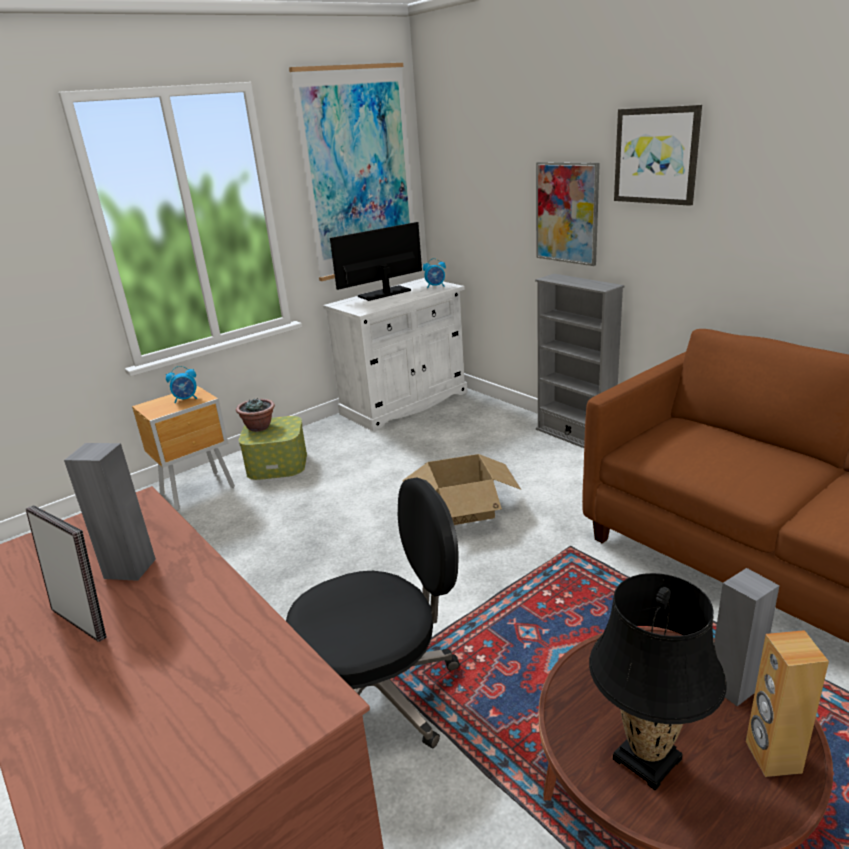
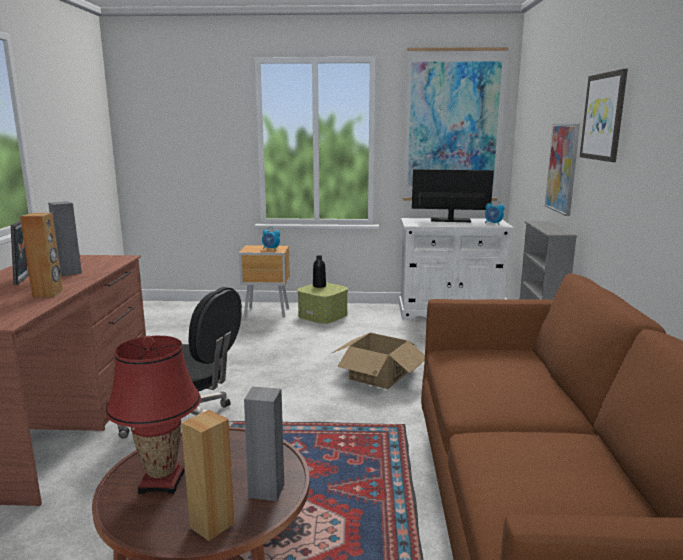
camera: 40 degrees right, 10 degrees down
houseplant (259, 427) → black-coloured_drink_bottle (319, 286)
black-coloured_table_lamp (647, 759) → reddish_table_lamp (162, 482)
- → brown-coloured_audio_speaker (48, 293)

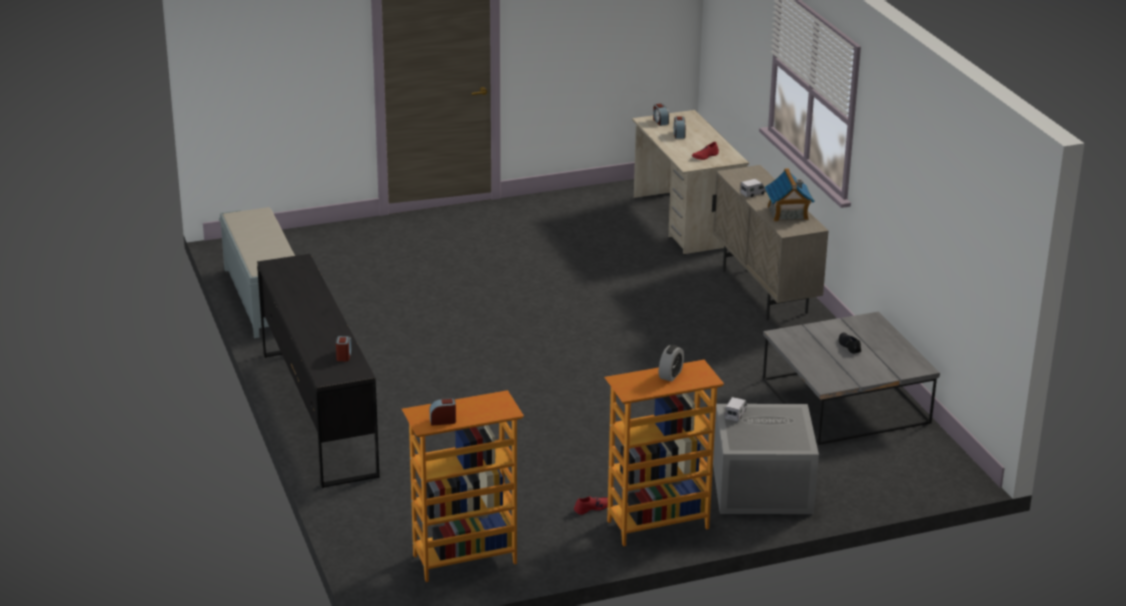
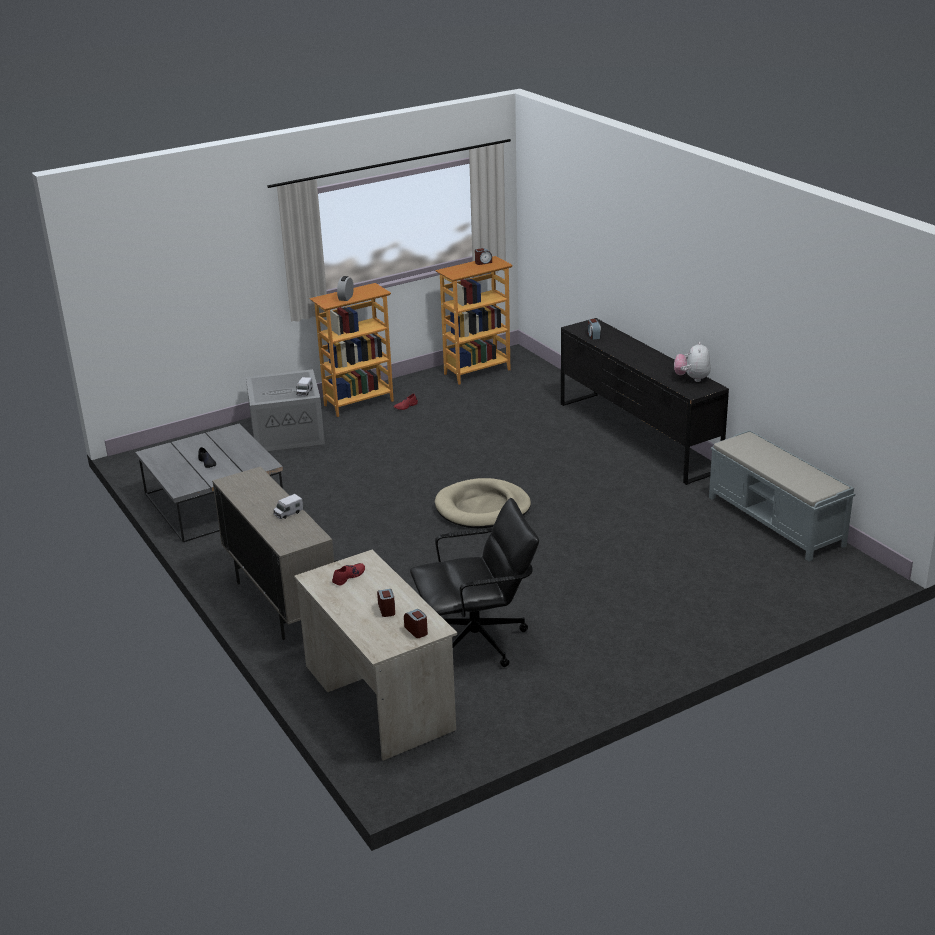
camera: 170 degrees right, 0 degrees up
model_house (787, 213) → -
- → soft_toy (692, 378)
- → beige_dog_cushion (482, 508)
- → black-coloured_computer_chair (477, 641)

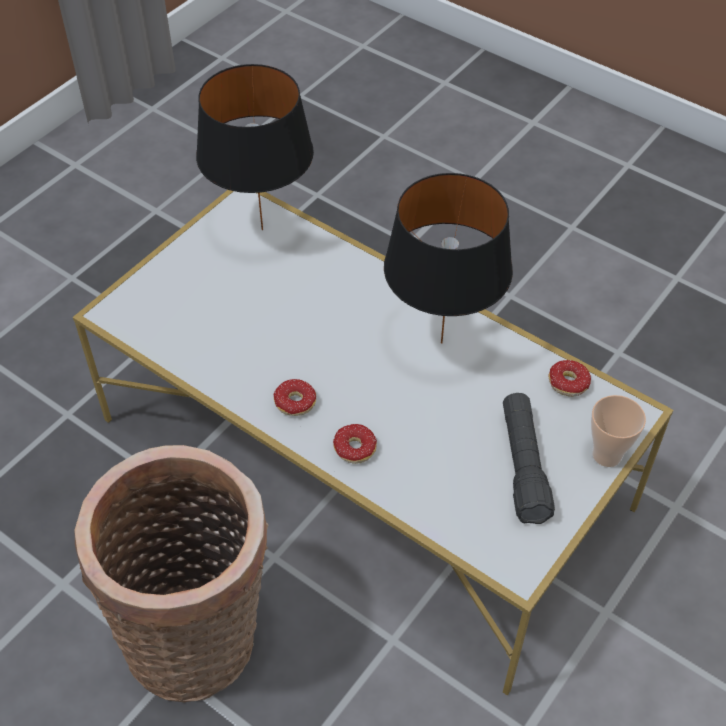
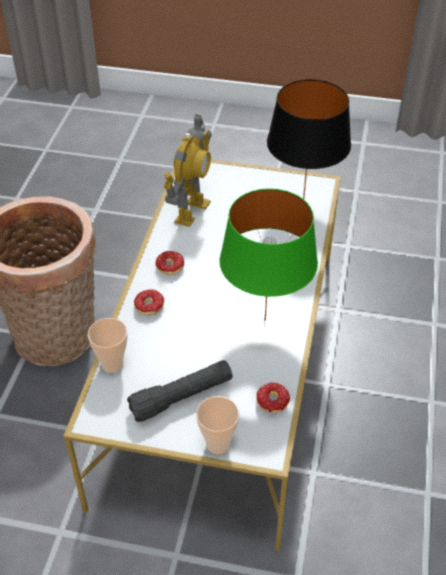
camera: 65 degrees right, 5 degrees down
black-coloured_table_lamp (441, 344) → green-coloured_table_lamp (264, 320)
- → robot_figure (191, 211)
- → drinking_cup (112, 364)

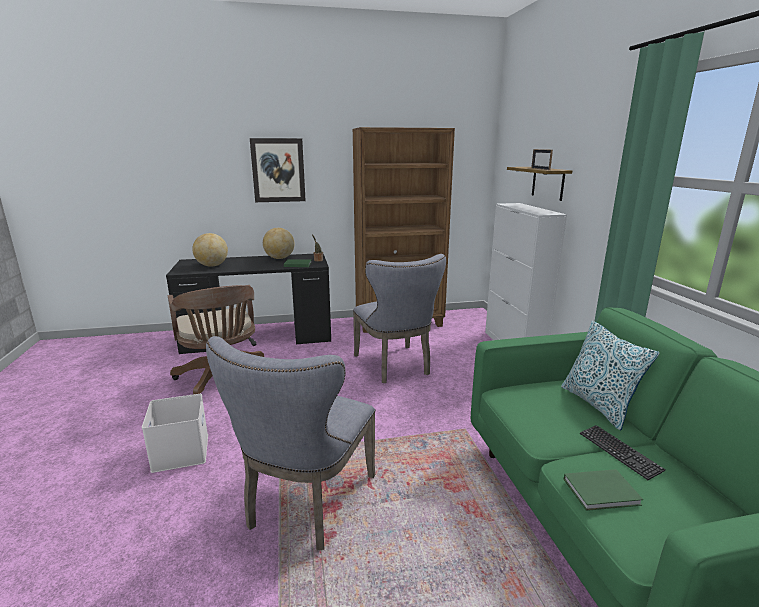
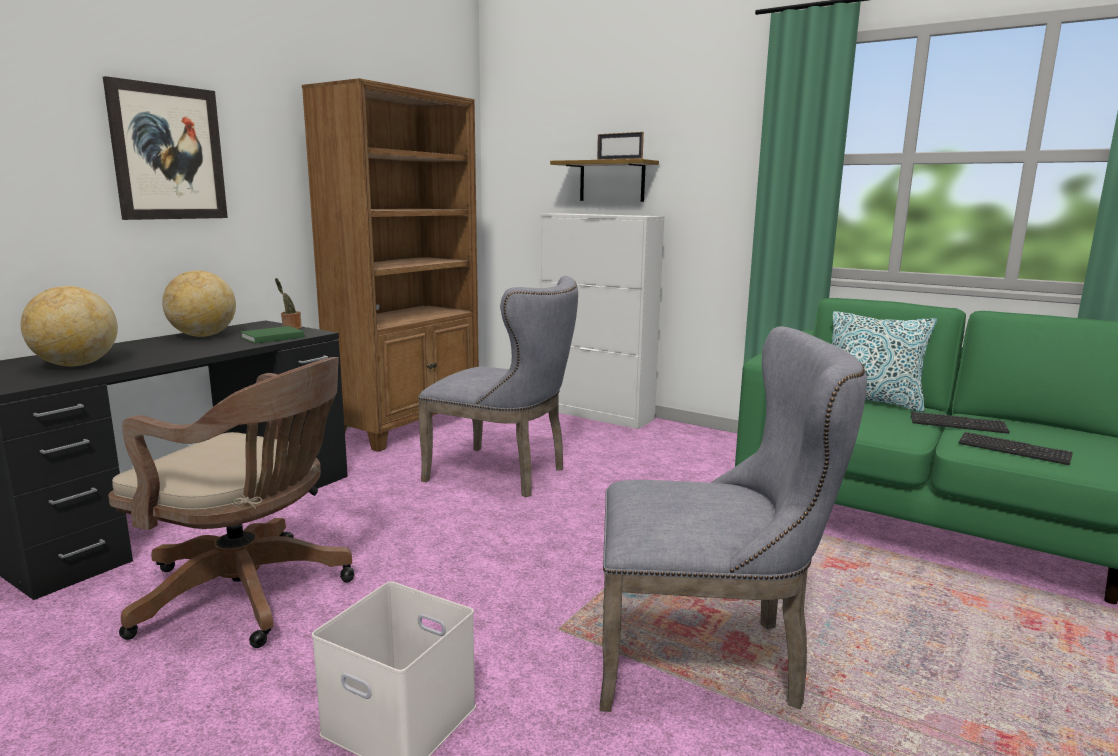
camera: 45 degrees left, 5 degrees down
greyish_upright_chair (306, 505) → greyish_upright_chair (709, 658), 60 degrees counterclockwise
green-coloured_book (603, 492) → computer_keyboard (1013, 450)

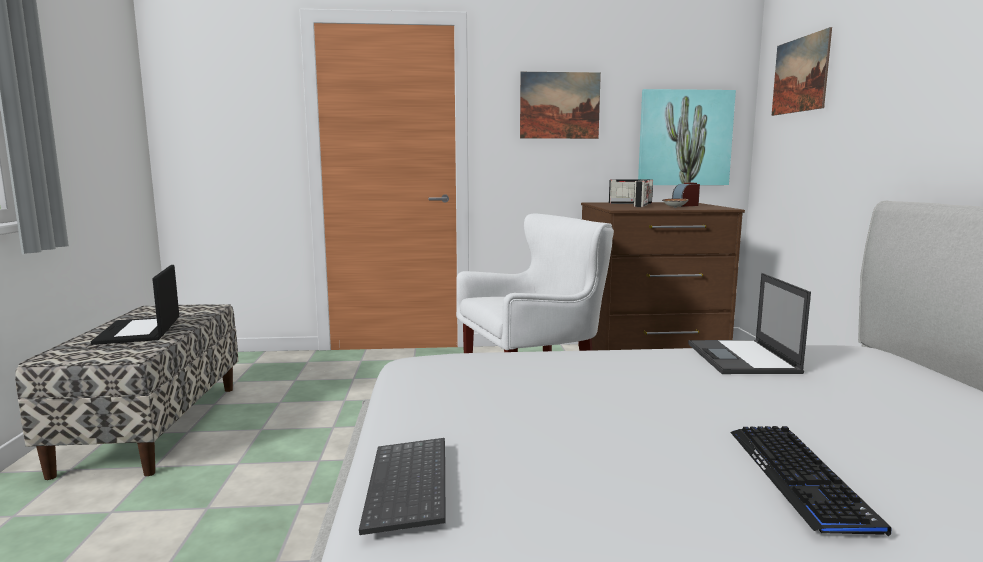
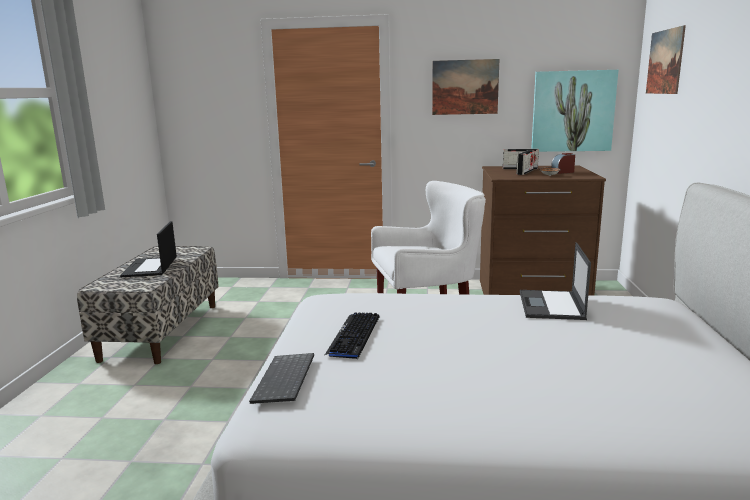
camera: 10 degrees right, 5 degrees up
computer_keyboard (799, 477) → computer_keyboard (354, 336), moved

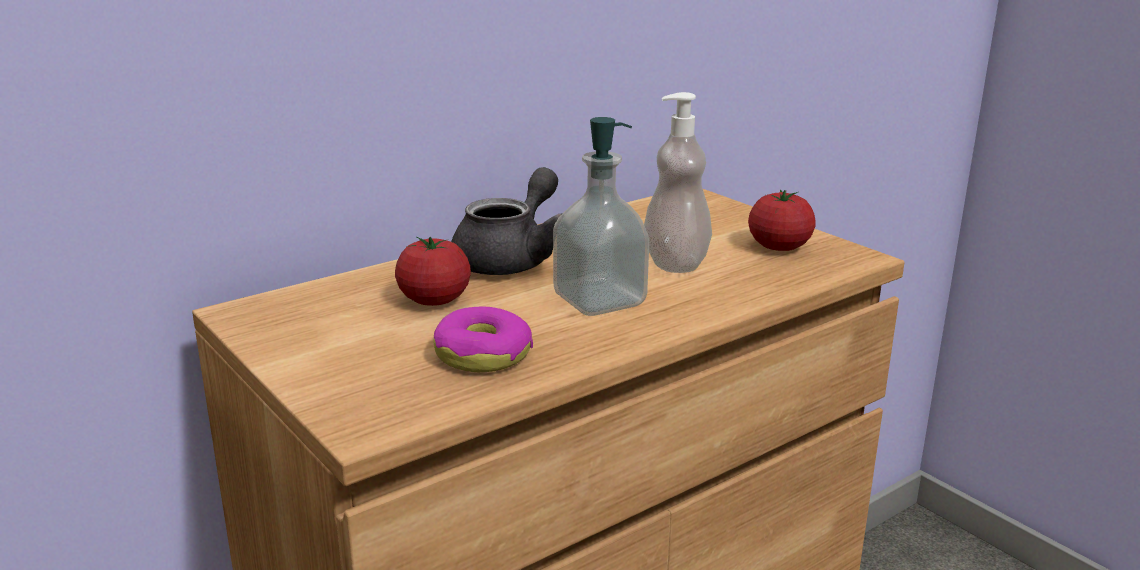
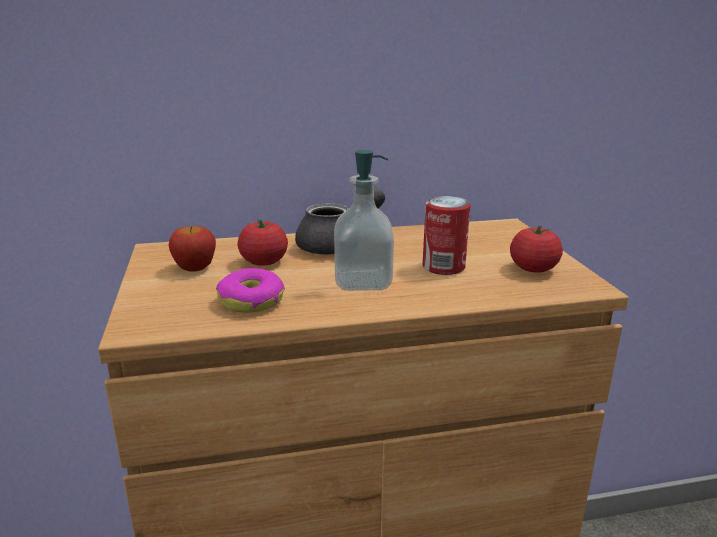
camera: 25 degrees right, 0 degrees up
soap_dispenser (676, 263) → sealed_can (443, 267)
- → apple (195, 268)

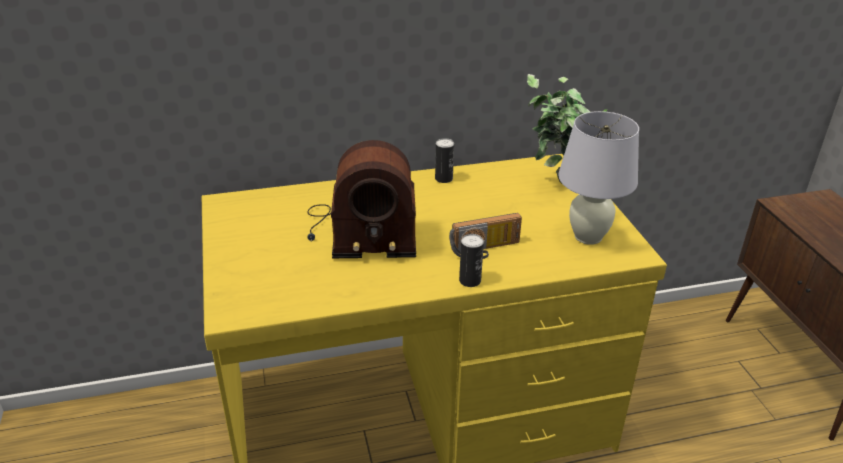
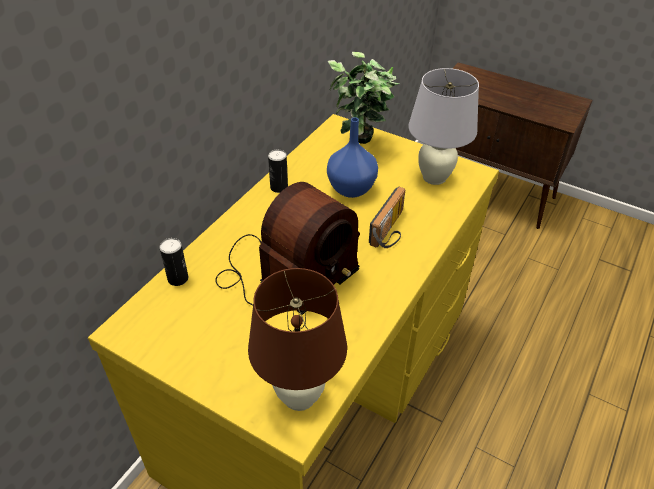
camera: 45 degrees left, 10 degrees up
sealed_can (470, 281) → sealed_can (178, 278), moved
- → blue-coloured_flower_vase (350, 188)
- → brown-coloured_table_lamp (299, 397)

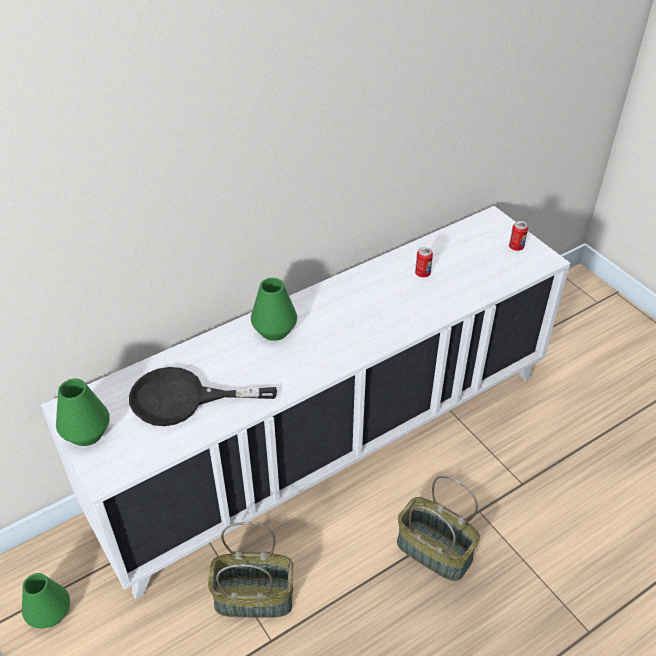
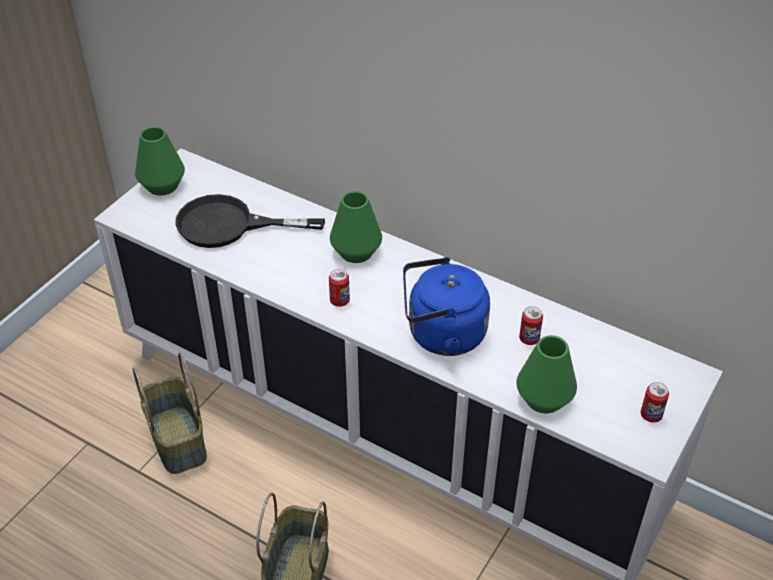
camera: 65 degrees right, 0 degrees up
black-coloured_frying_pan (182, 399) → black-coloured_frying_pan (229, 225), 60 degrees counterclockwise
green-coloured_flower_vase (50, 613) → green-coloured_flower_vase (544, 399), moved
- → blue-coloured_kettle (441, 334)
- → sealed_can (339, 301)

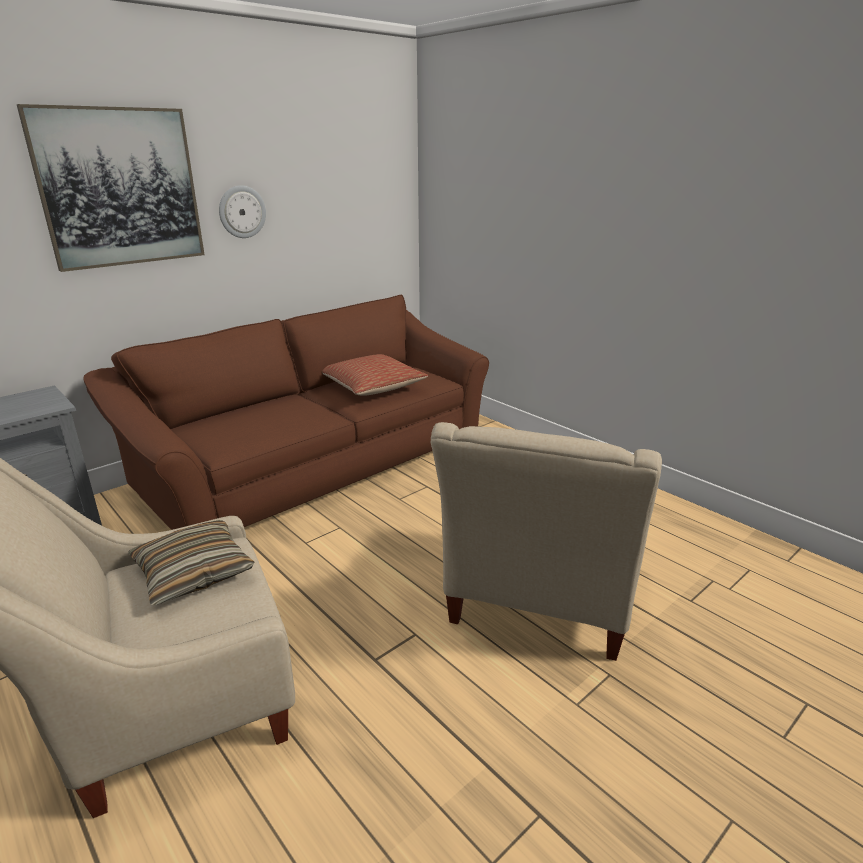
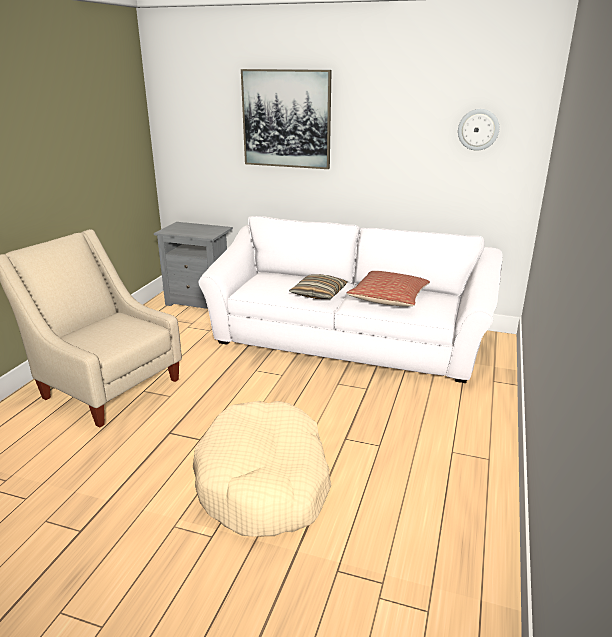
camera: 60 degrees right, 0 degrees up
wall_clock (242, 212) → wall_clock (478, 129), moved
brown-coloured_couch (317, 461) → white-coloured_couch (348, 338)
beige_armchair (538, 605) → beige_dog_cushion (264, 482)
throw_pillow (193, 572) → throw_pillow (319, 294), moved

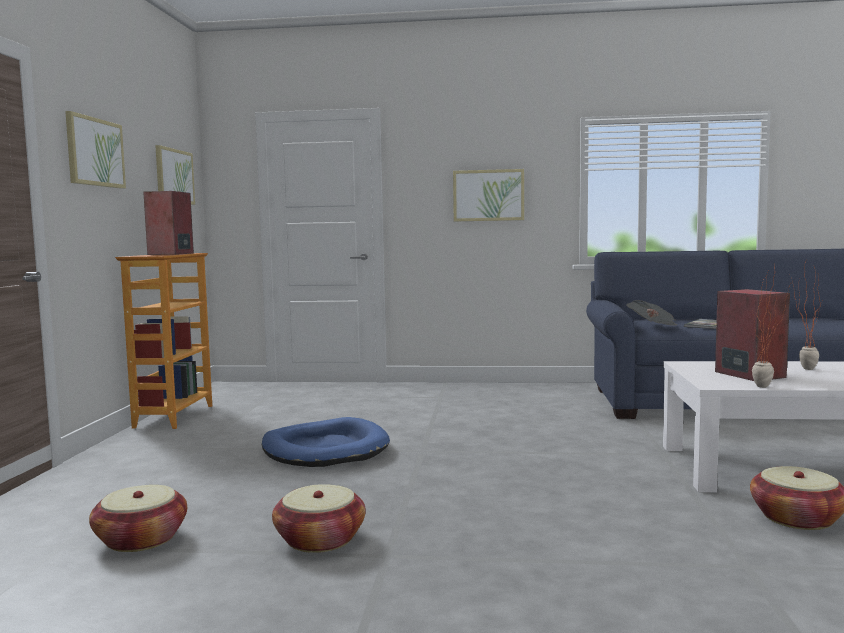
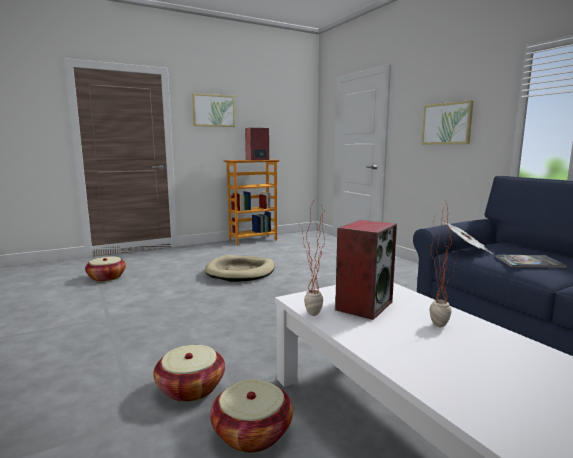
camera: 55 degrees right, 5 degrees up
wall_picture (174, 176) → -
blue-coloured_dog_cushion (325, 449) → beige_dog_cushion (240, 271)
basket (320, 540) → basket (191, 388), moved

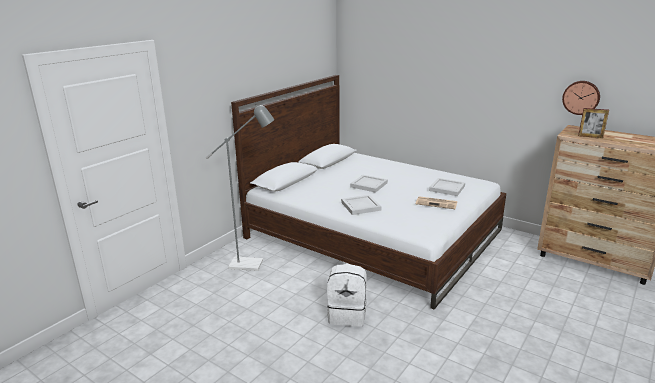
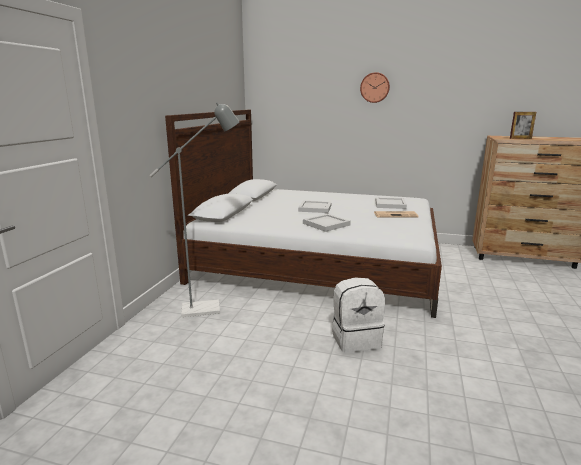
camera: 20 degrees left, 5 degrees down
wall_clock (581, 97) → wall_clock (375, 87), moved

